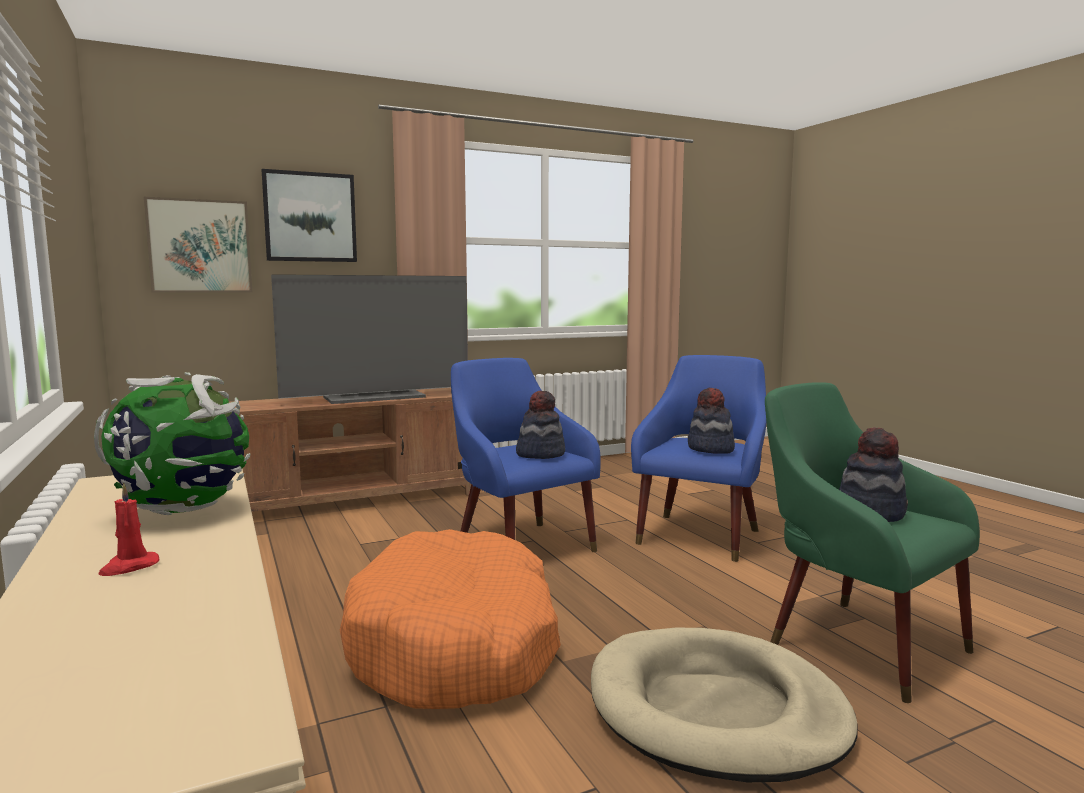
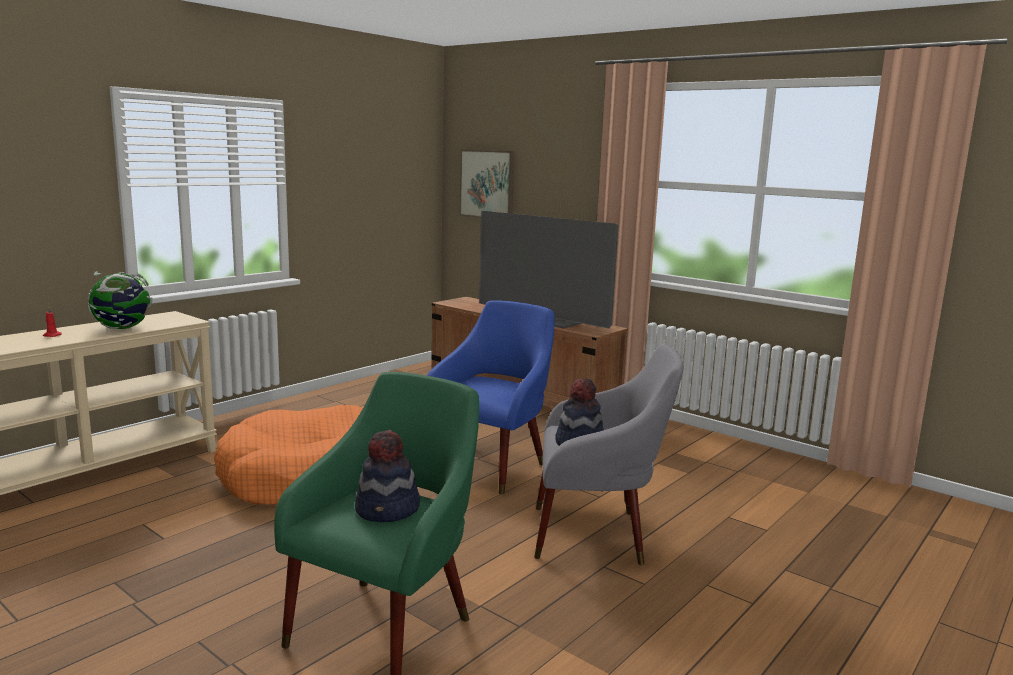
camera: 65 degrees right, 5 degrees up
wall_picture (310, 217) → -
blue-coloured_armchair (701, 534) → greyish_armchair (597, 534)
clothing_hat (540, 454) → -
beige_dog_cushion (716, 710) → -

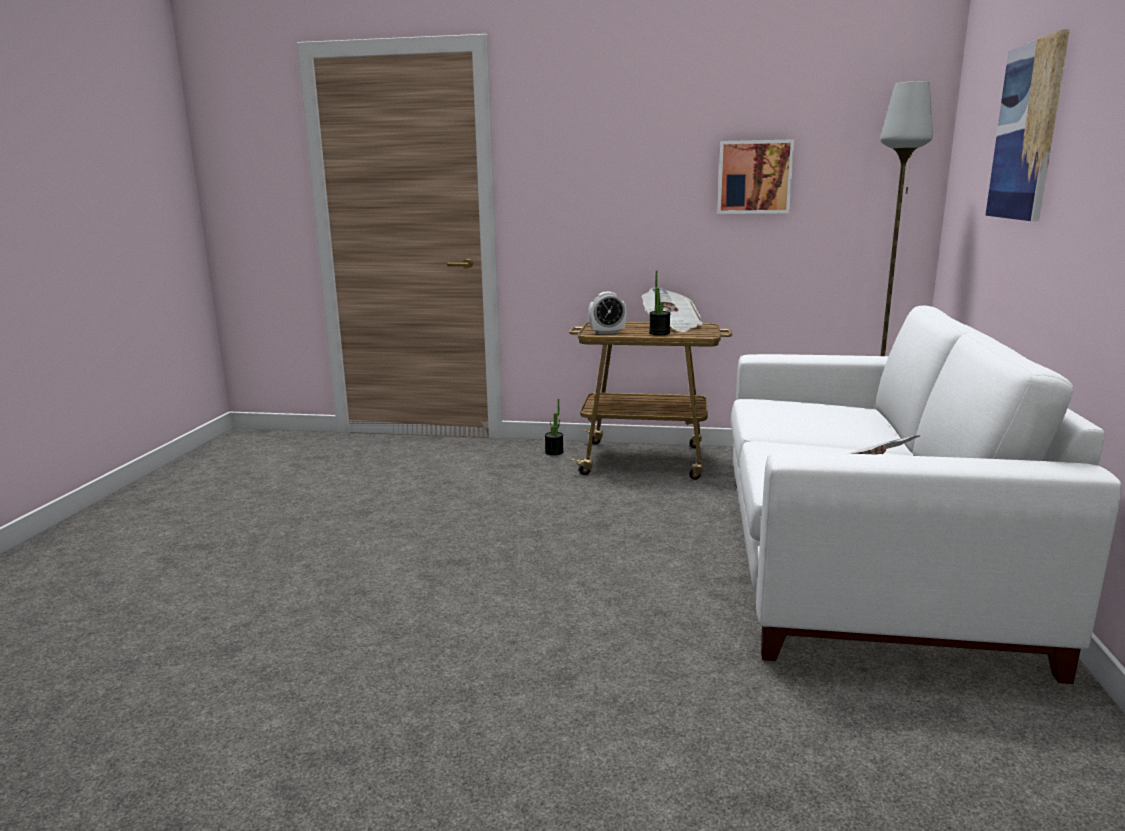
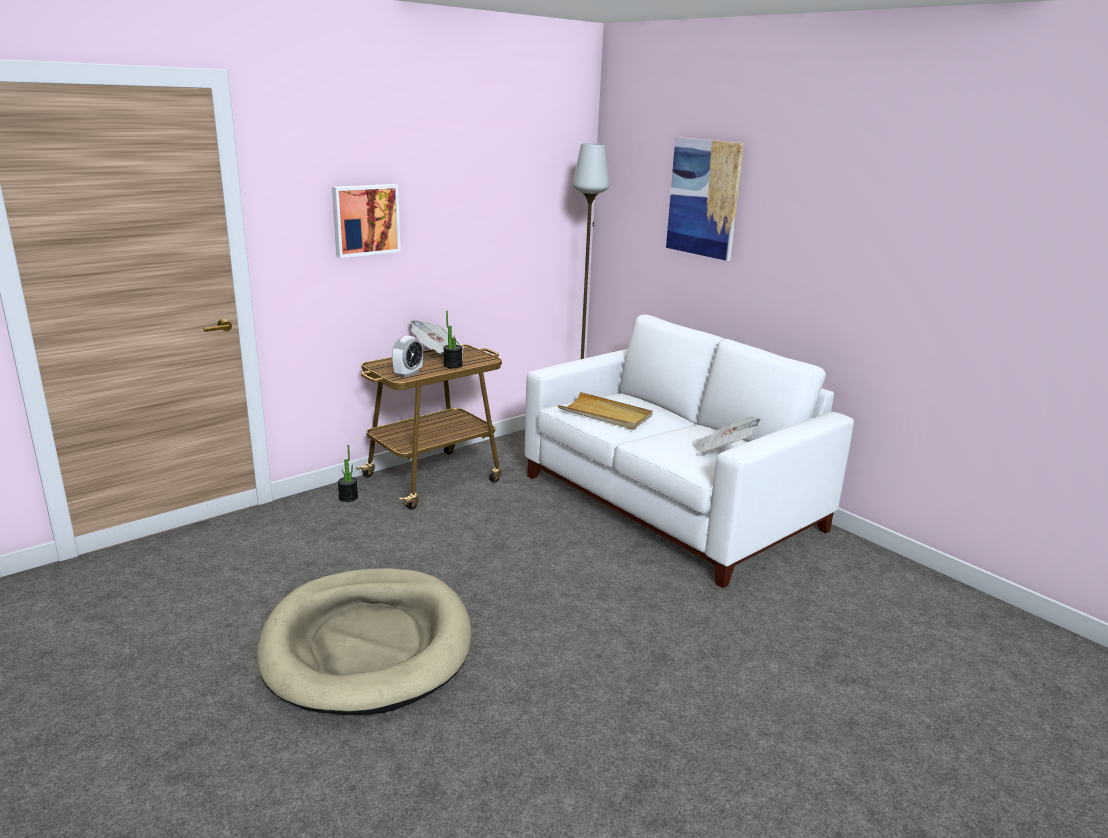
camera: 50 degrees left, 5 degrees up
wall_picture (754, 177) → wall_picture (365, 219), moved
- → beige_tray (605, 414)
- → beige_dog_cushion (367, 645)

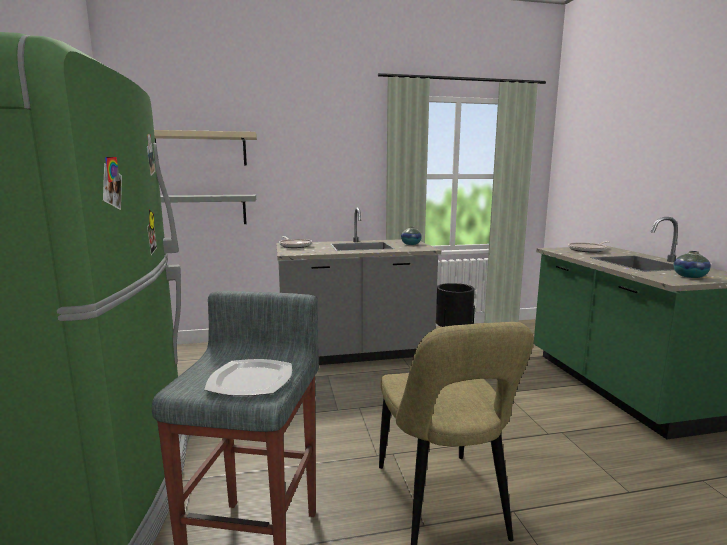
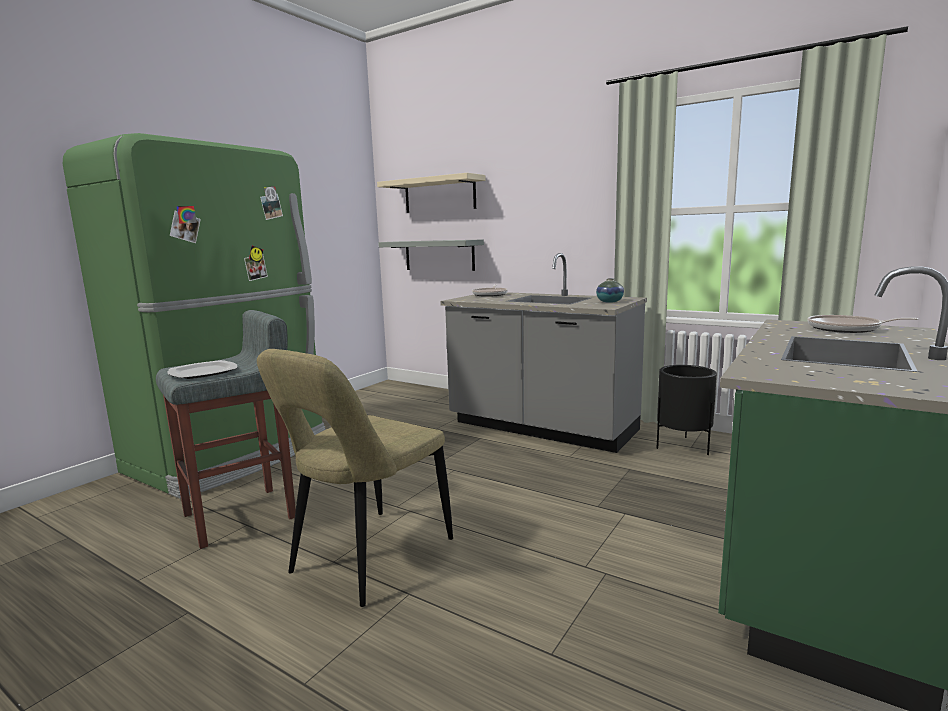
camera: 45 degrees right, 0 degrees up
flower_vase (689, 276) → -

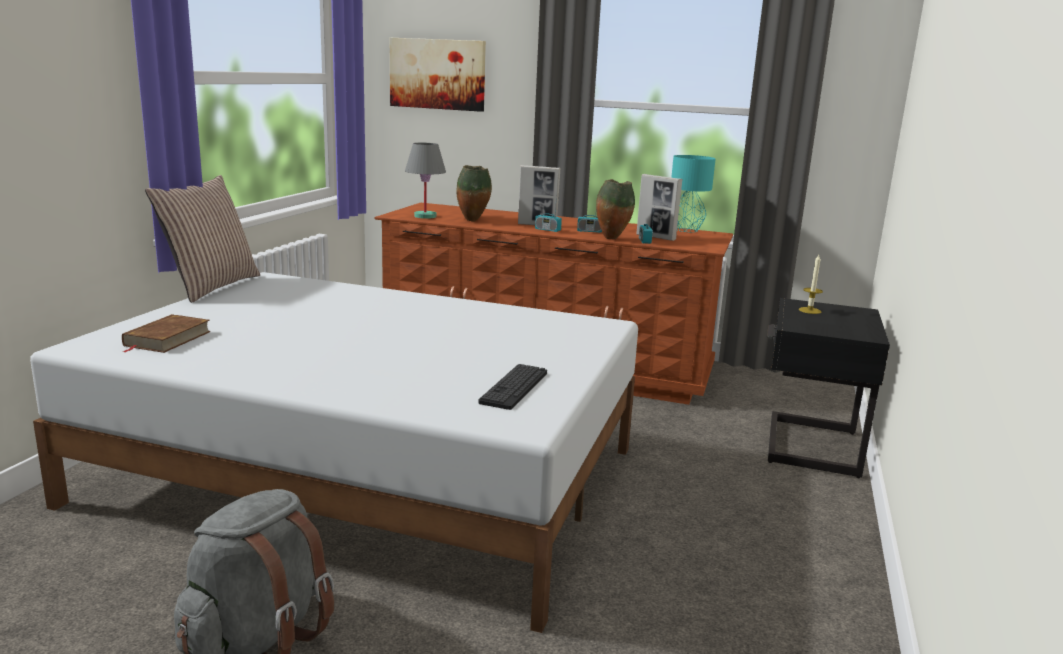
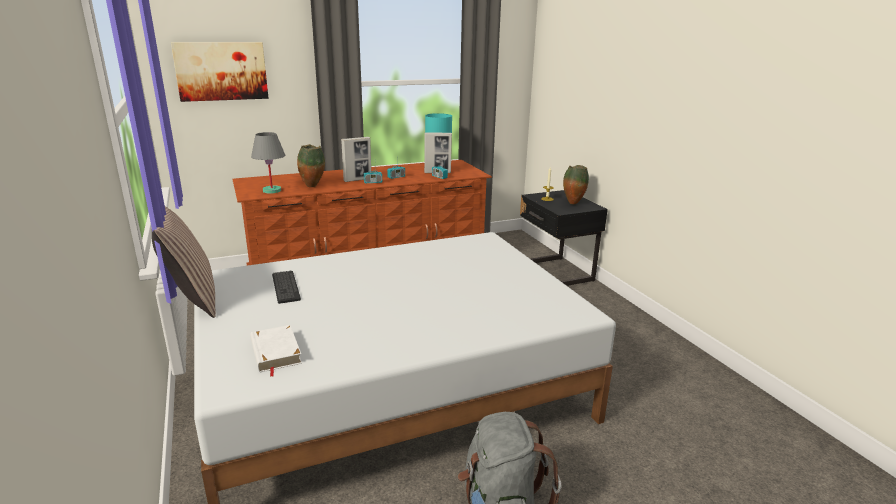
camera: 40 degrees left, 5 degrees up
flower_vase (612, 238) → flower_vase (573, 203), moved
brown-coloured_book (167, 339) → white-coloured_book (275, 352)
computer_keyboard (514, 387) → computer_keyboard (286, 287), moved

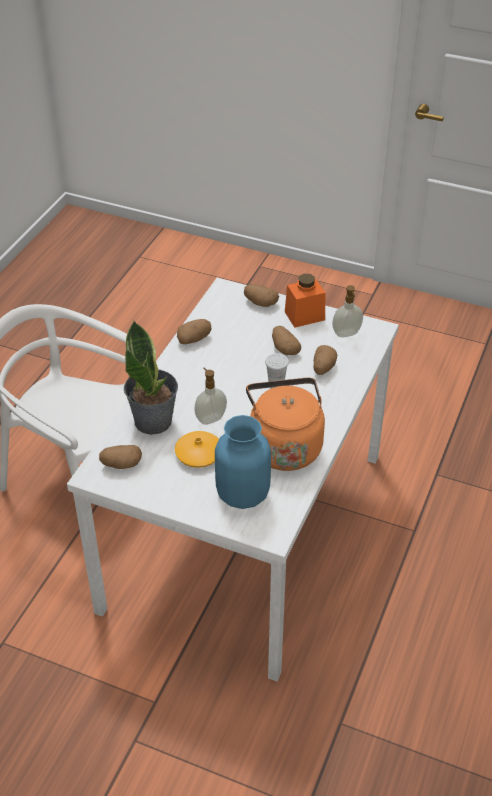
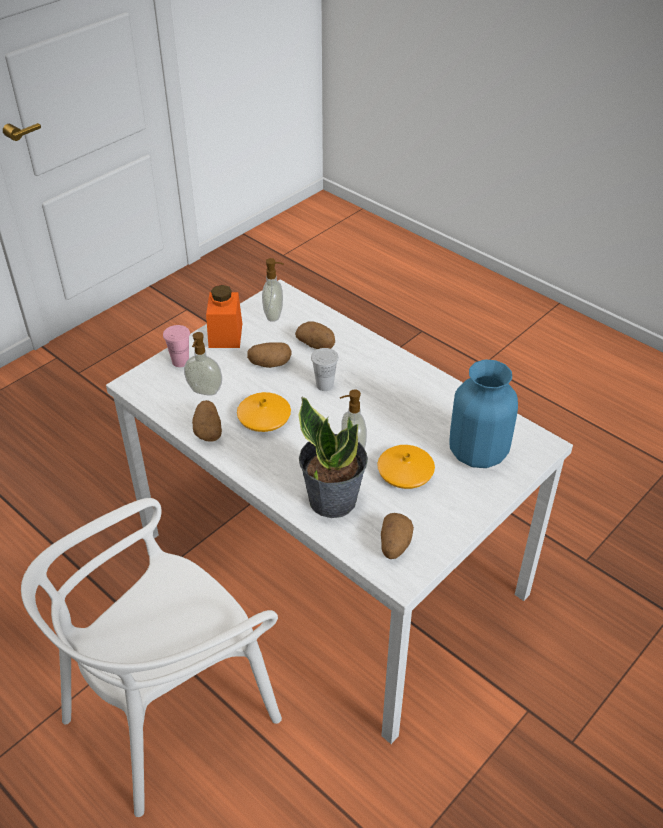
camera: 70 degrees left, 0 degrees up
potato (260, 303) → pink_drinking_cup (180, 361)
orangey_kettle (283, 446) → -
- → soap_dispenser (204, 391)
- → orangey_flower_vase (264, 418)

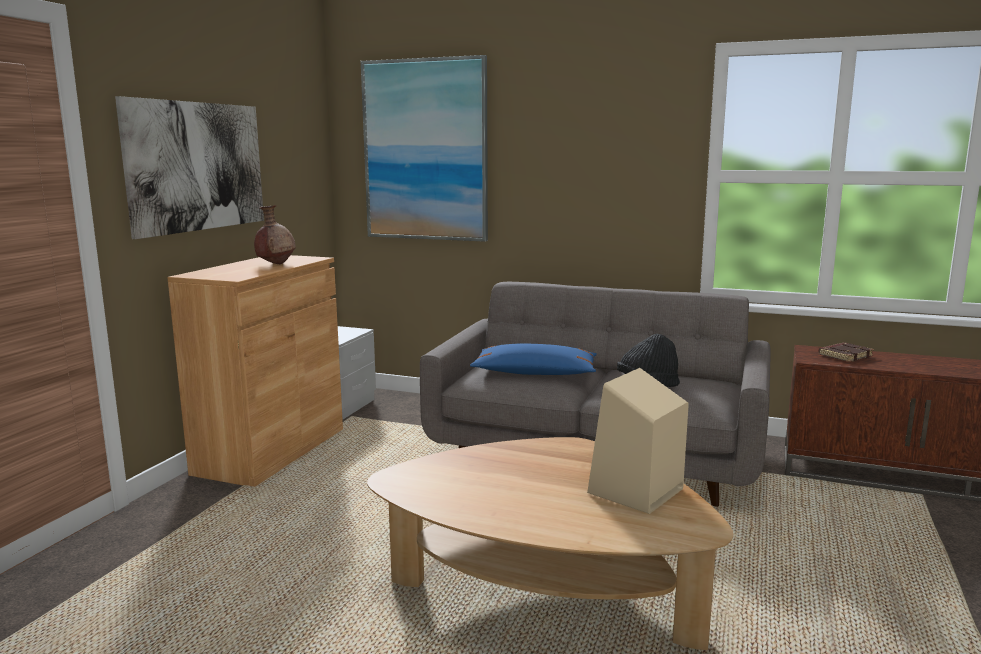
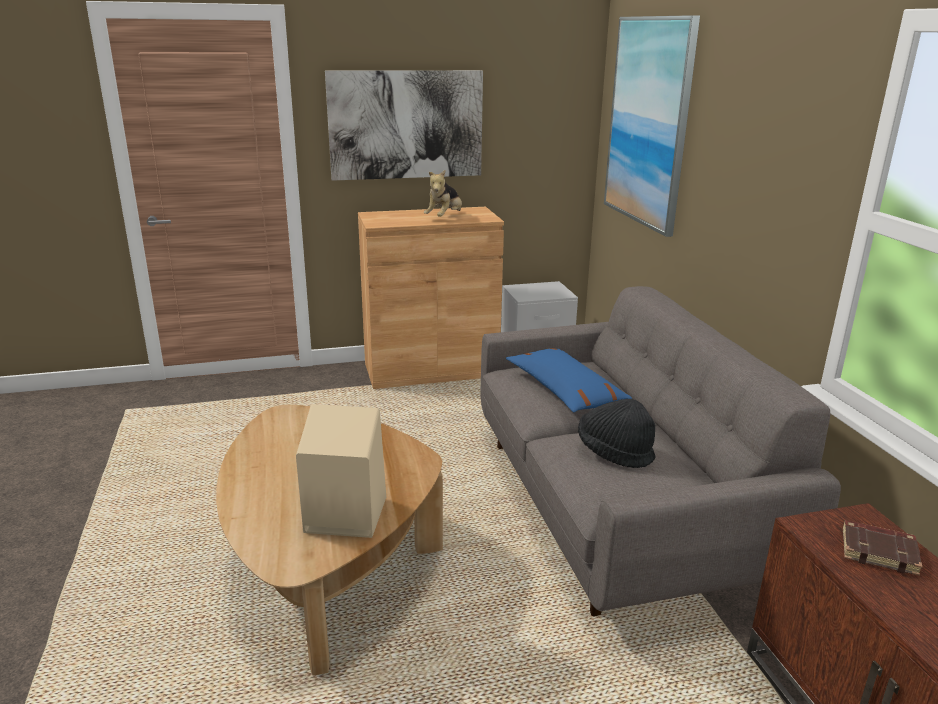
camera: 55 degrees right, 10 degrees up
brown-coloured_flower_vase (276, 264) → soft_toy (444, 217)

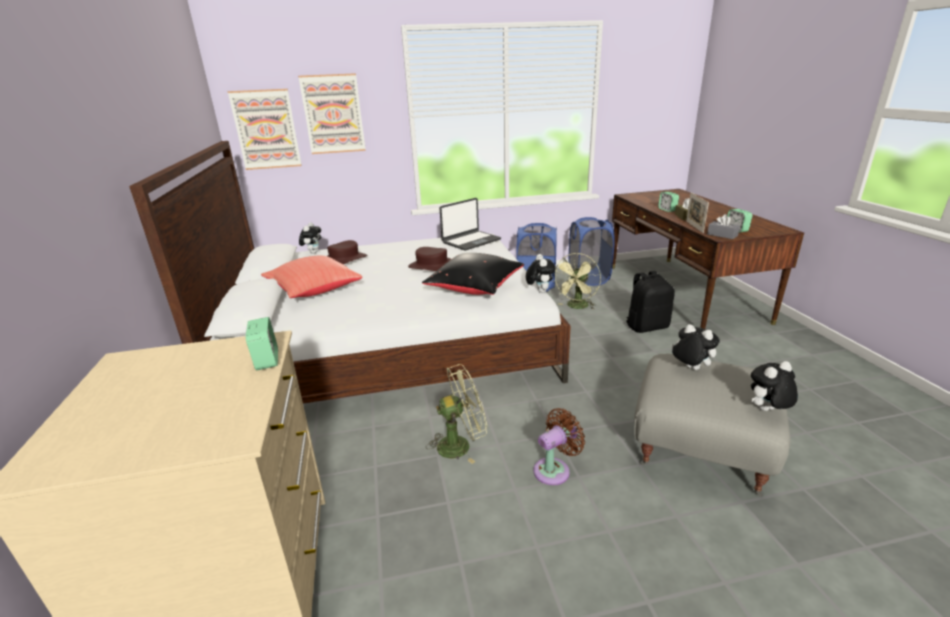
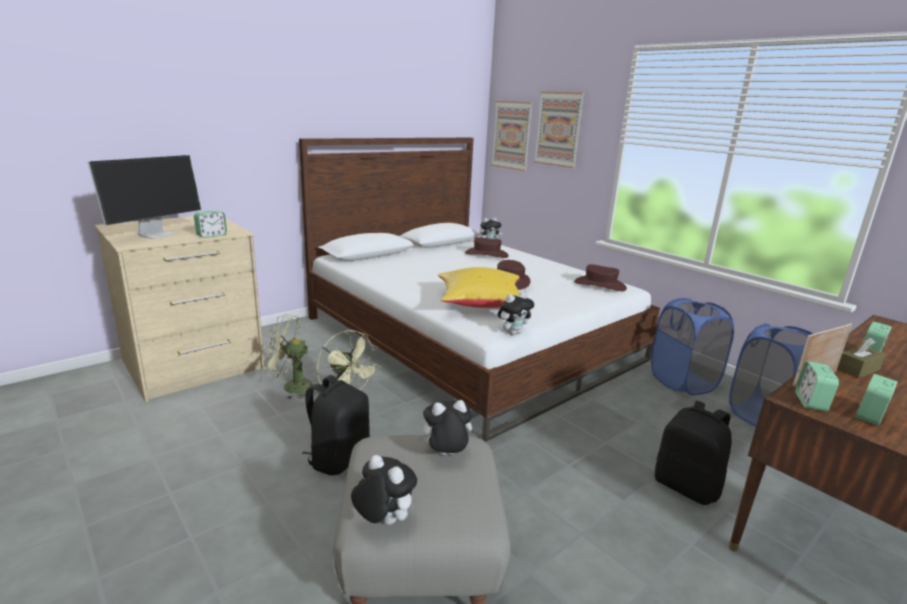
camera: 60 degrees right, 5 degrees down
laptop (471, 241) → brown-coloured_clothing_hat (600, 285)
greyish_tissue_holder (722, 235) → alarm_clock (810, 402)
black-coloured_throw_pillow (476, 288) → yellow-coloured_throw_pillow (480, 304)
green-coloured_electric_fan (576, 307) → green-coloured_electric_fan (291, 387), moved
reddish_throw_pillow (313, 290) → -
soft_toy (690, 368) → soft_toy (445, 455), 120 degrees counterclockwise
brown-coloured_electric_fan (554, 469) → black-coloured_backpack (338, 458)
- → computer_display (157, 234)

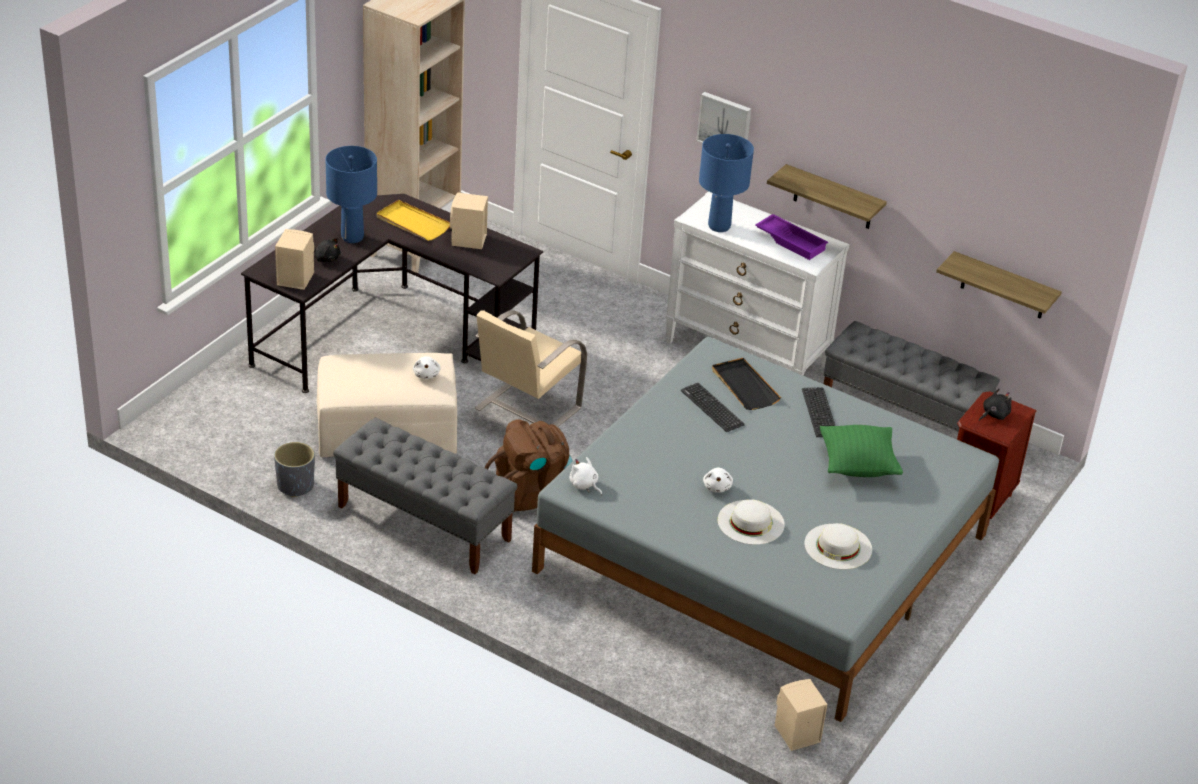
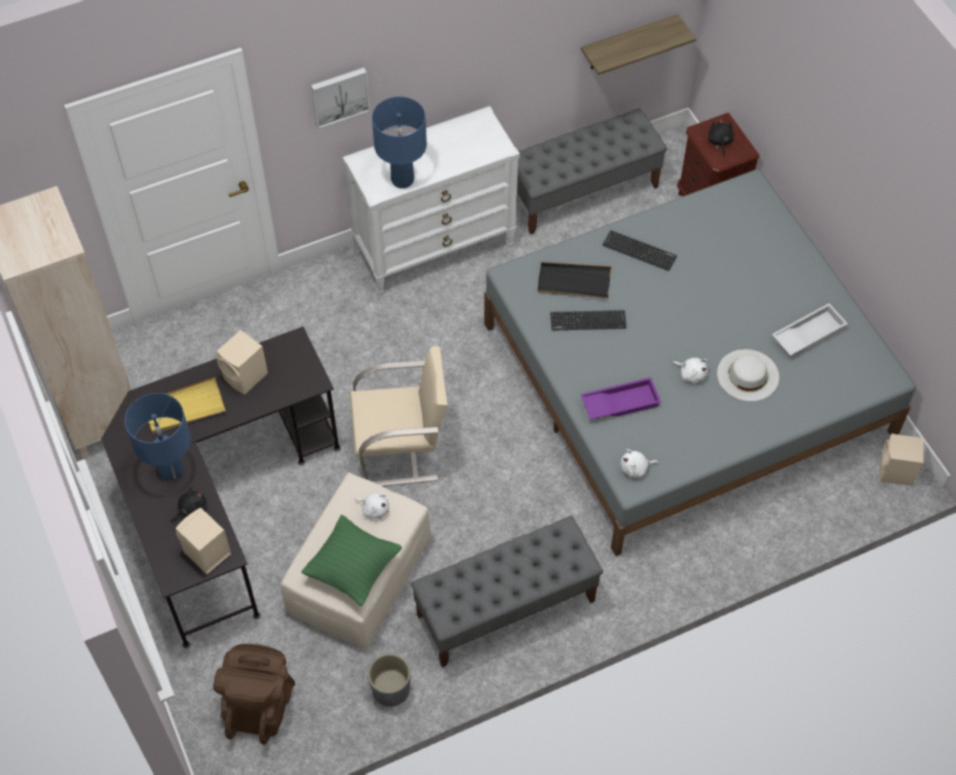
camera: 55 degrees left, 20 degrees up
shelf (833, 198) → -
purple_tray (791, 241) → purple_tray (620, 402), moved
beige_upright_chair (526, 409) → beige_upright_chair (401, 449), 75 degrees counterclockwise
brown-coloured_backpack (531, 494) → brown-coloured_backpack (259, 703), moved
green-coloured_throw_pillow (857, 466) → green-coloured_throw_pillow (353, 568), moved
white-coloured_clothing_hat (838, 546) → white-coloured_tray (808, 333)

